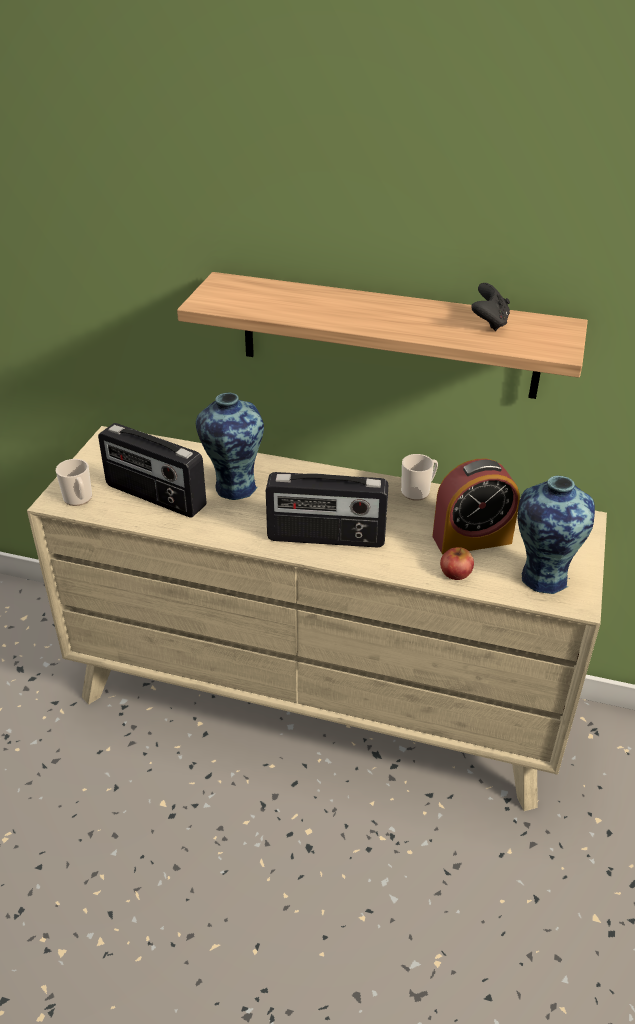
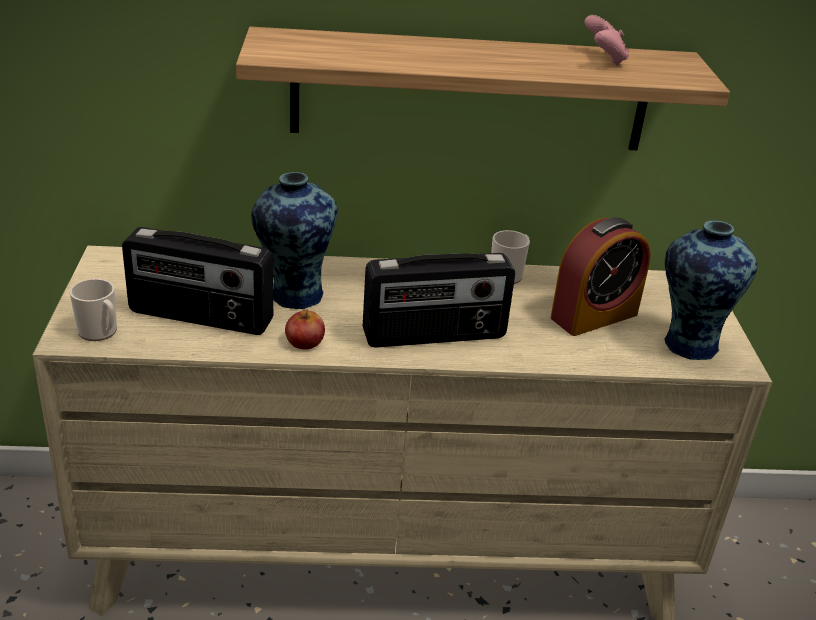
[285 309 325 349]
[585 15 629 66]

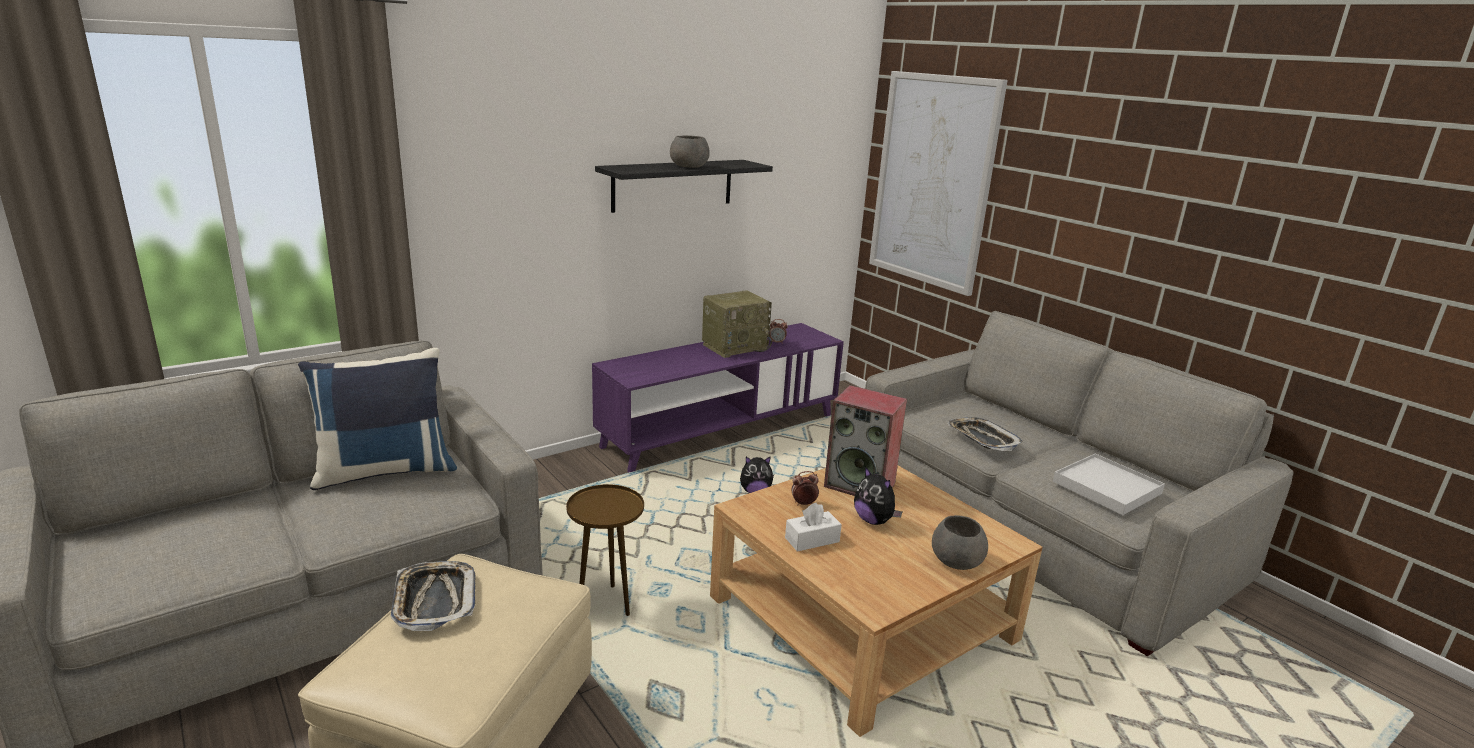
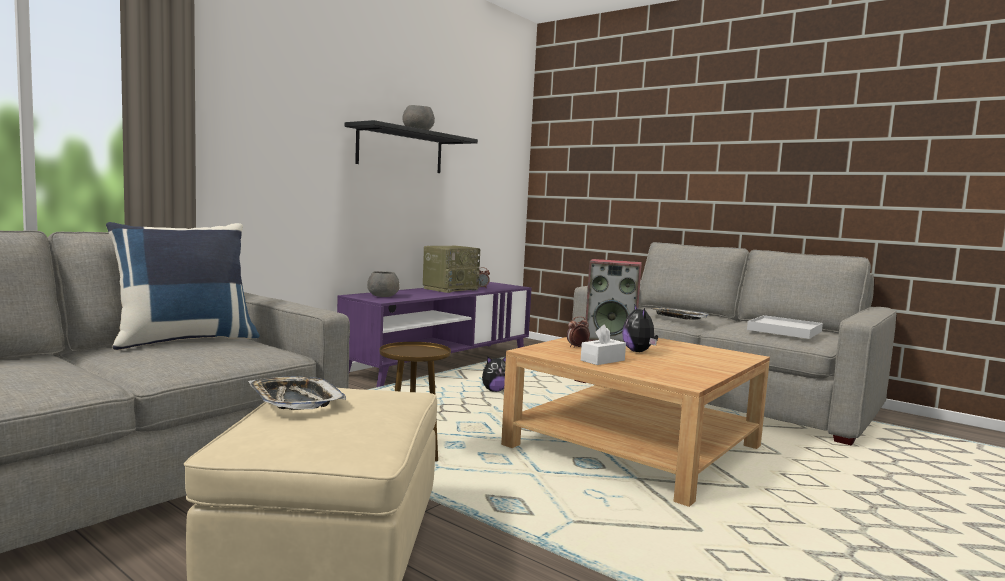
[367 271 399 297]
[622 304 658 352]
[869 71 1008 296] (first image)

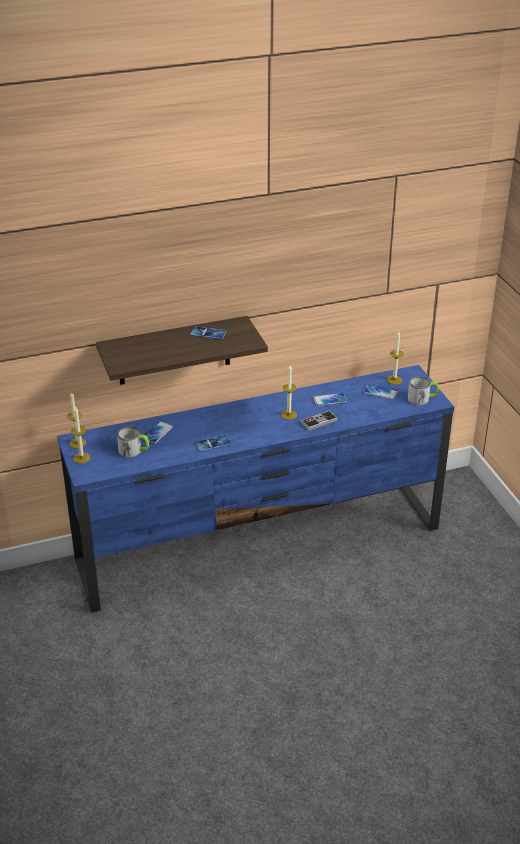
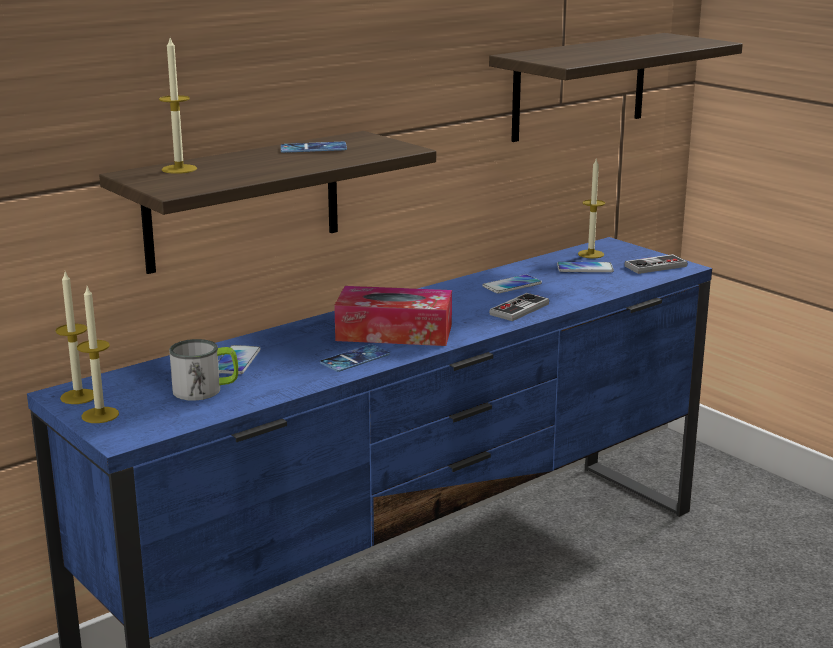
[159 38 197 174]
[334 286 452 346]
[489 33 743 142]
[624 254 688 274]

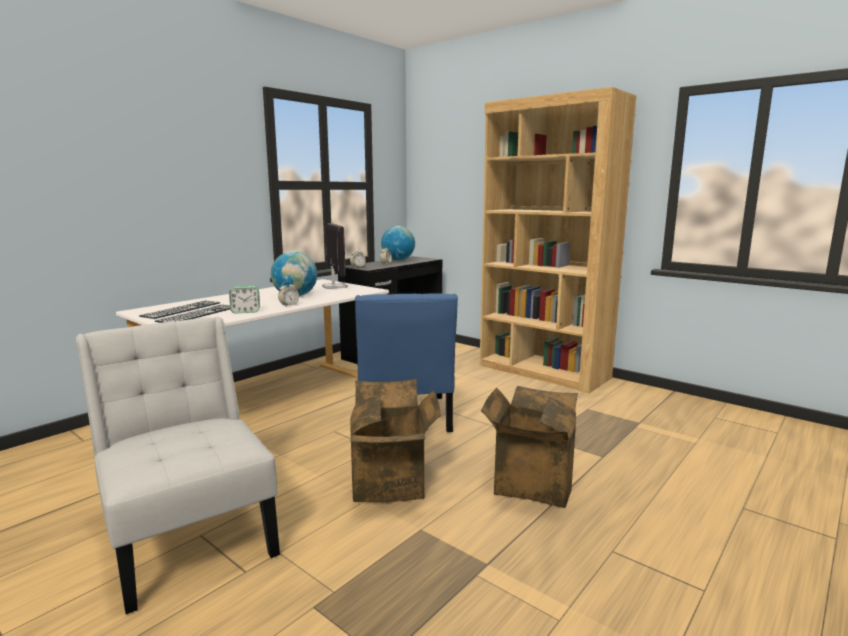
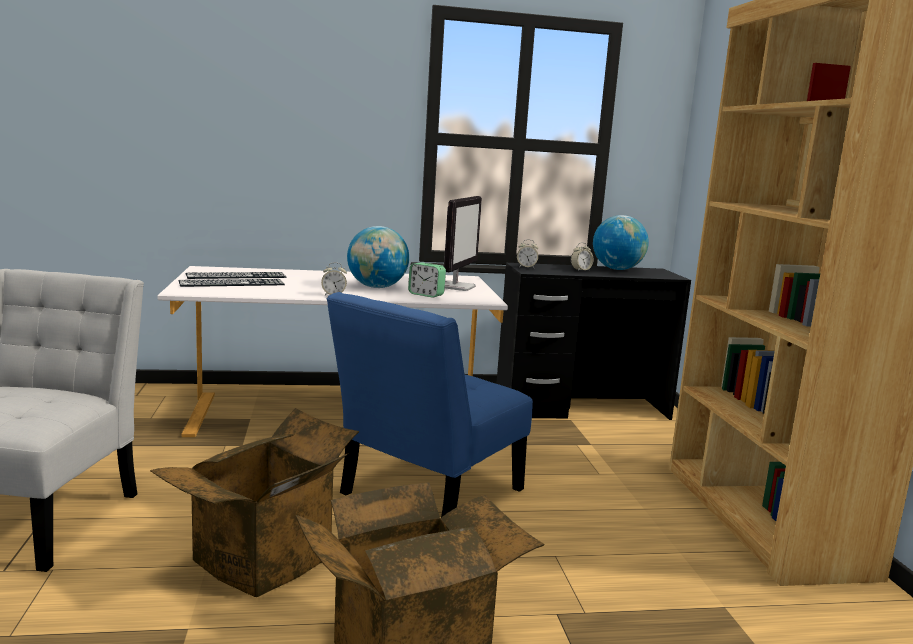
[408 262 446 298]

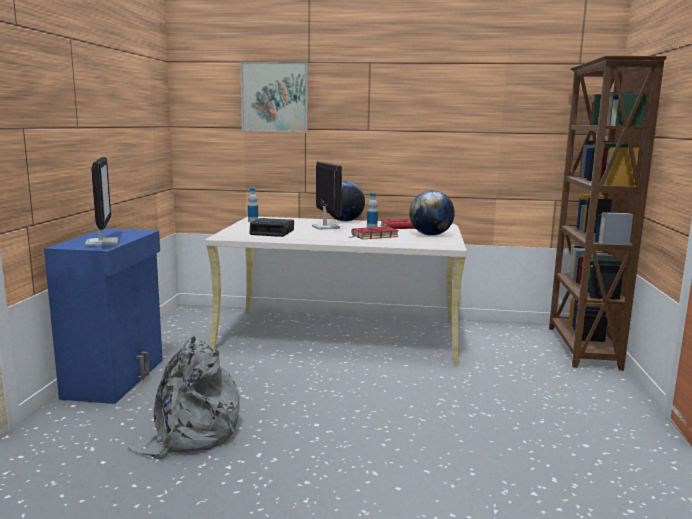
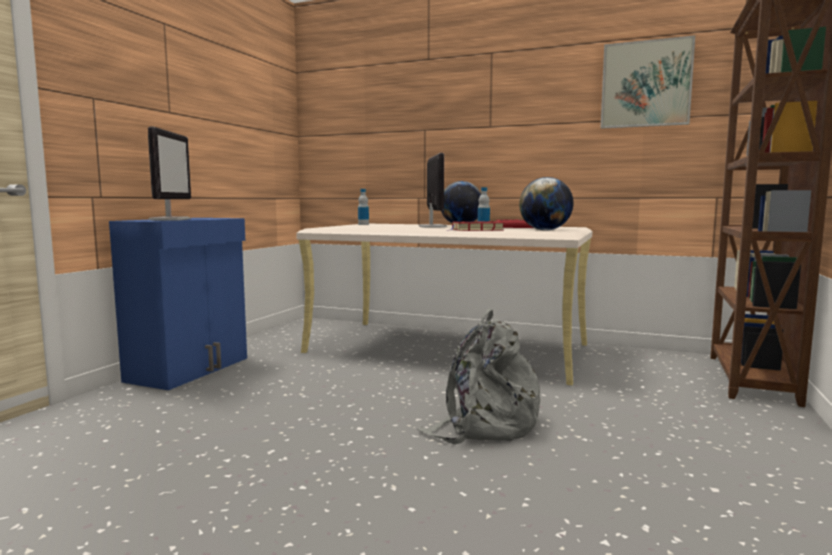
[417 308 540 444]
[601 35 695 129]
[249 218 294 237] (first image)

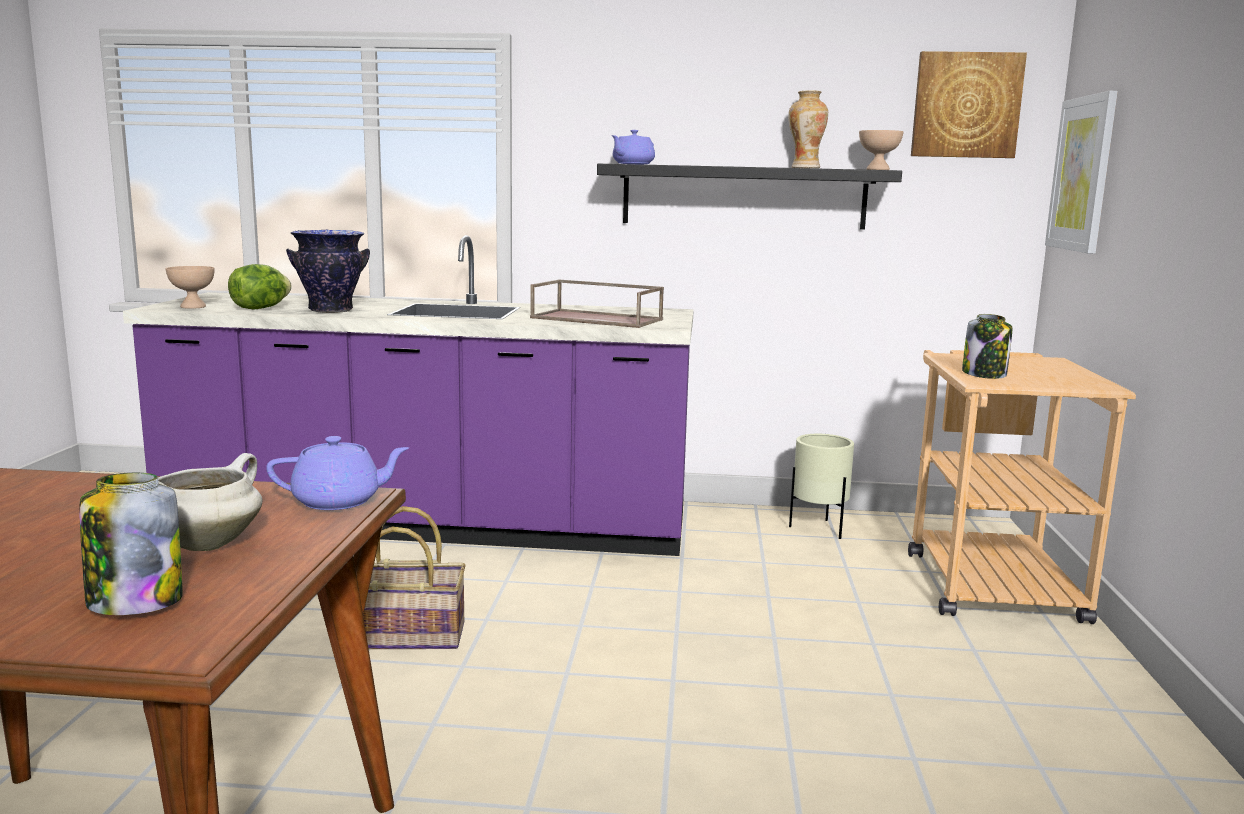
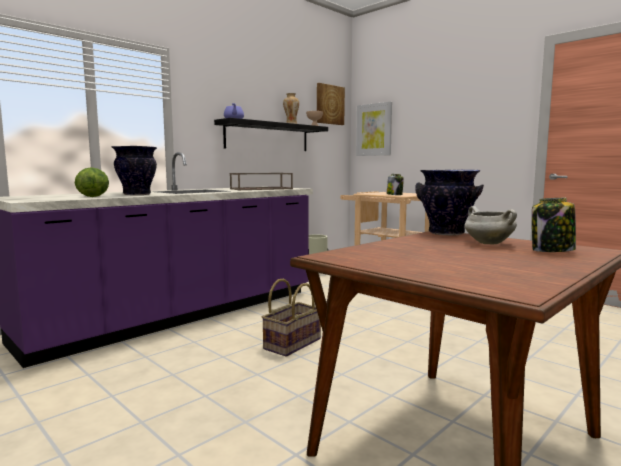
[415 170 484 236]
[166 266 215 309] (first image)

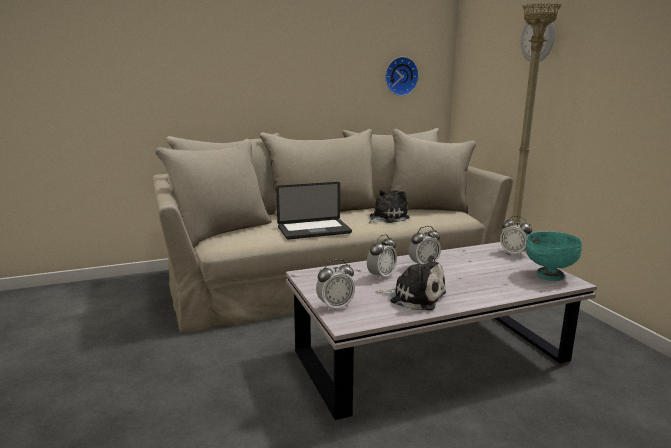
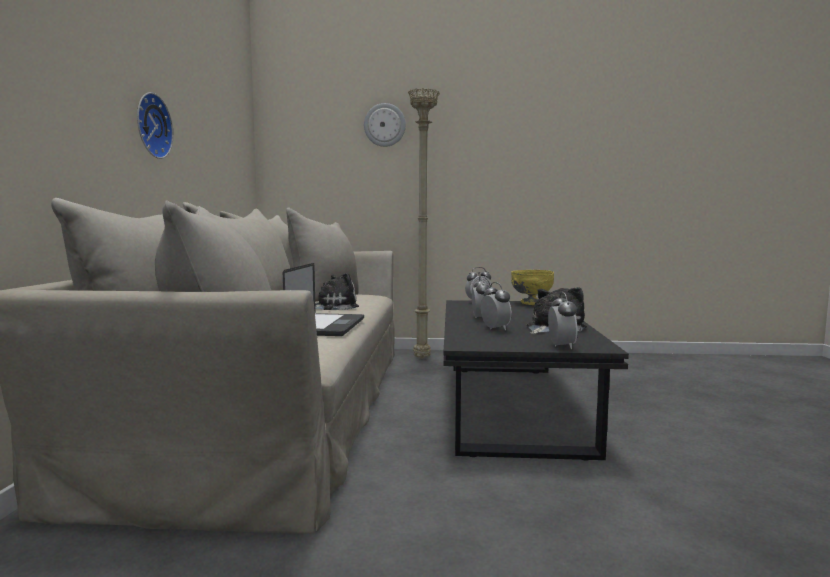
[137 92 173 159]
[315 273 359 310]
[443 300 629 461]
[511 270 554 305]

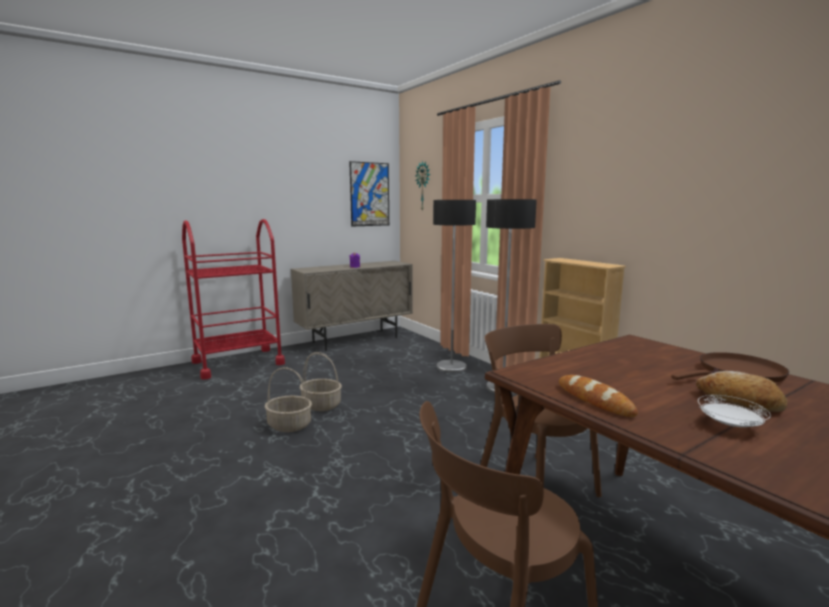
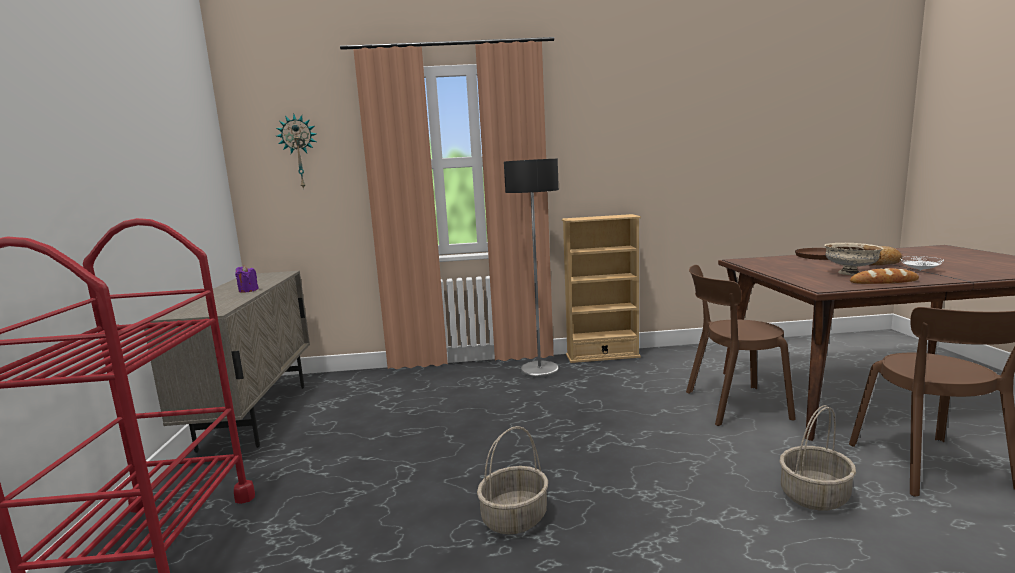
[780 405 856 511]
[824 243 883 275]
[349 161 389 226] (first image)
[433 200 476 373] (first image)

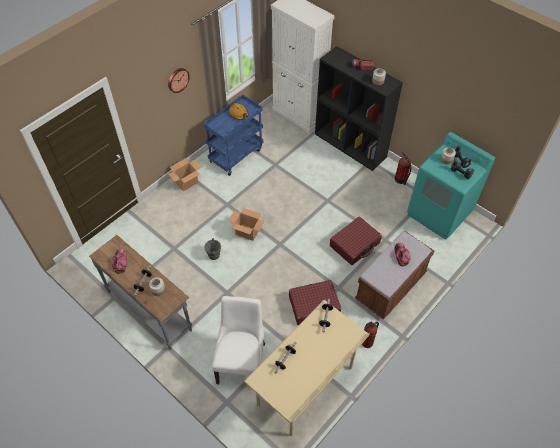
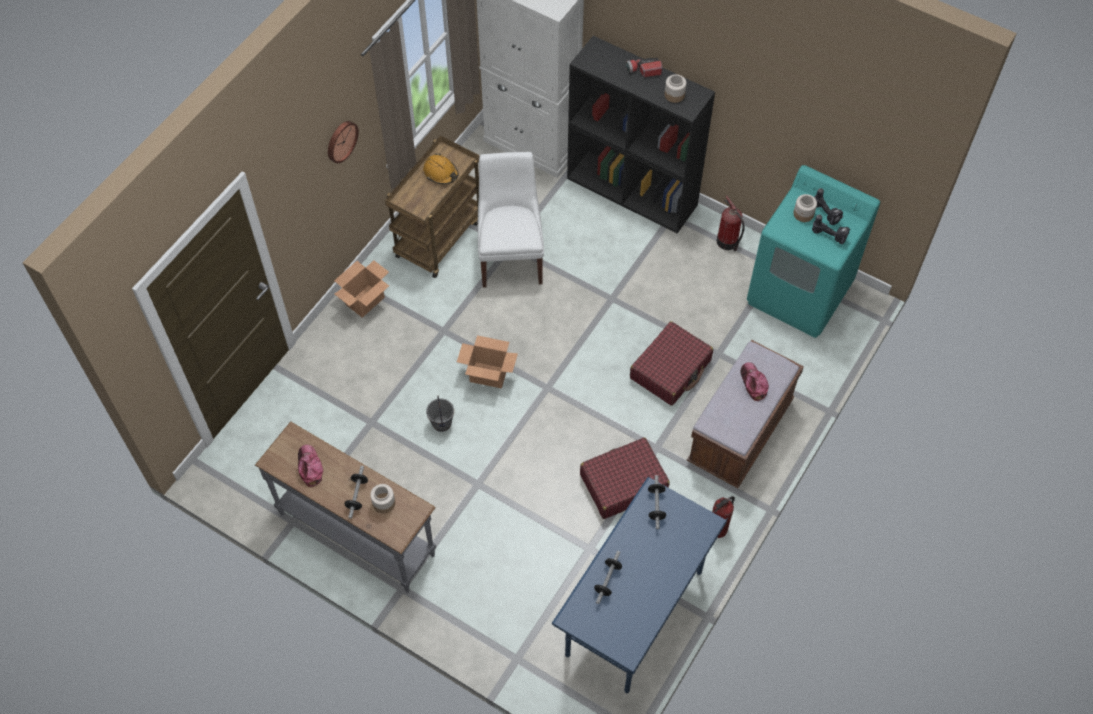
[385 136 480 278]
[478 152 544 288]
[552 477 728 693]

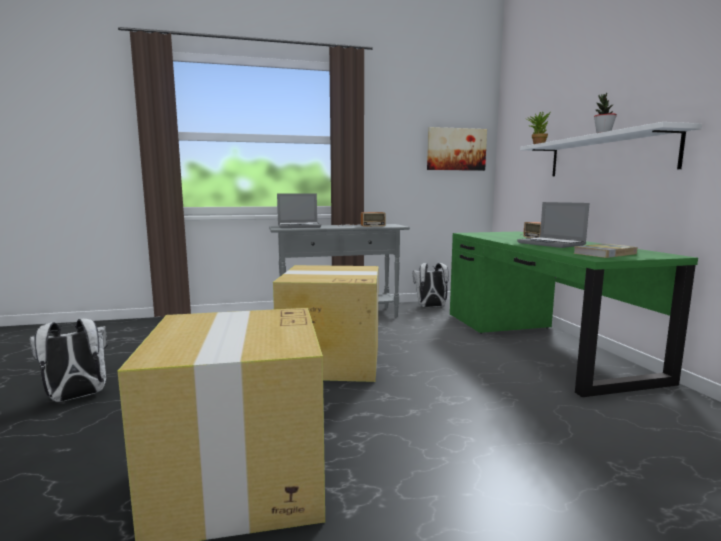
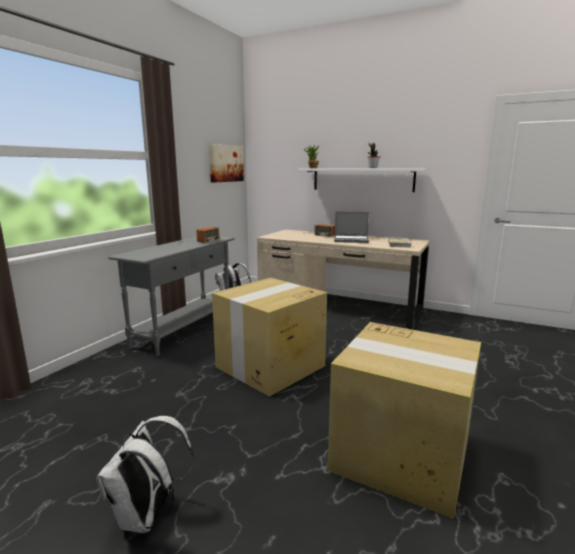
[257 230 430 329]
[277 194 321 228] (first image)

